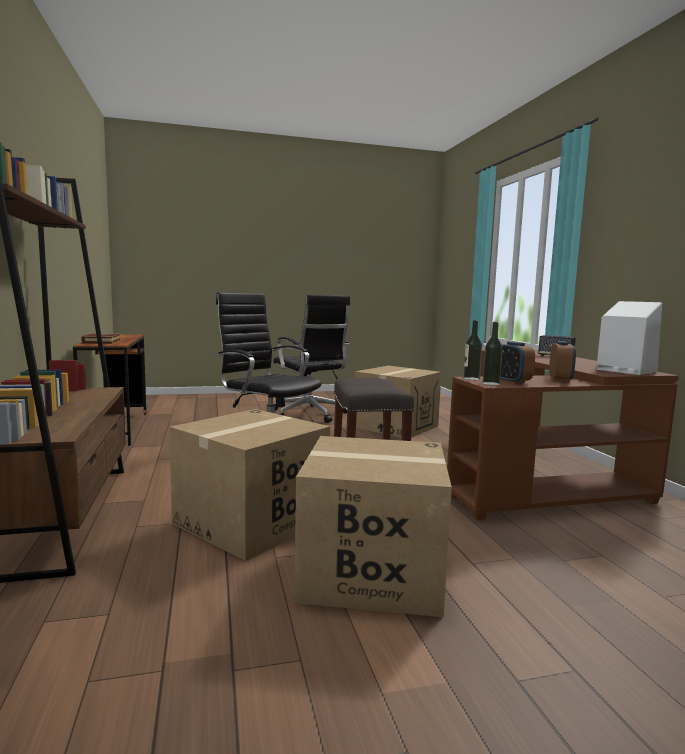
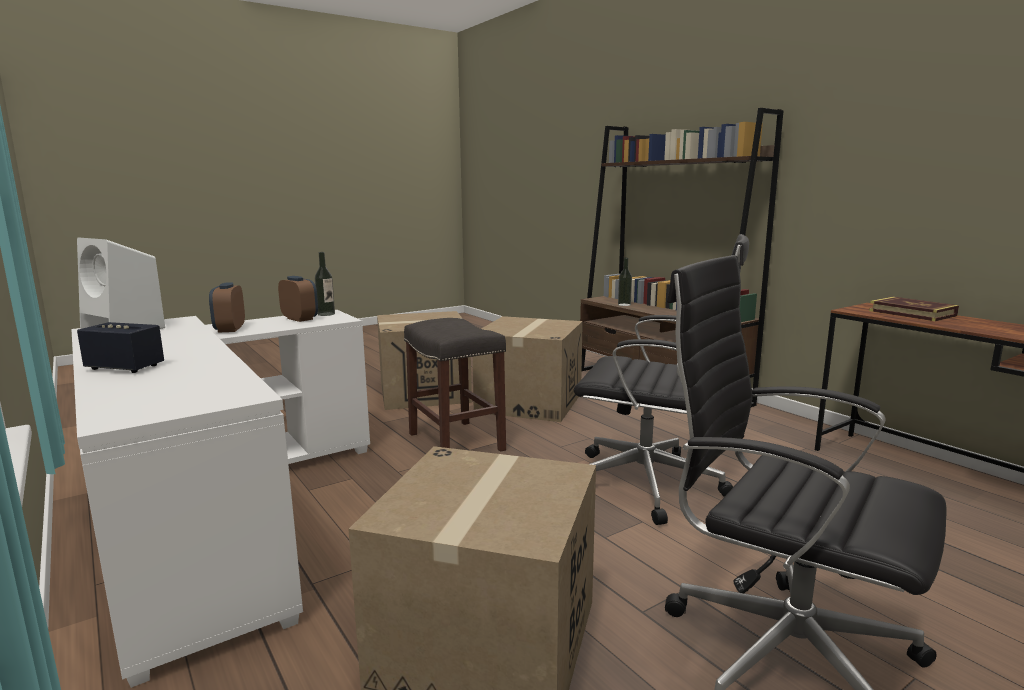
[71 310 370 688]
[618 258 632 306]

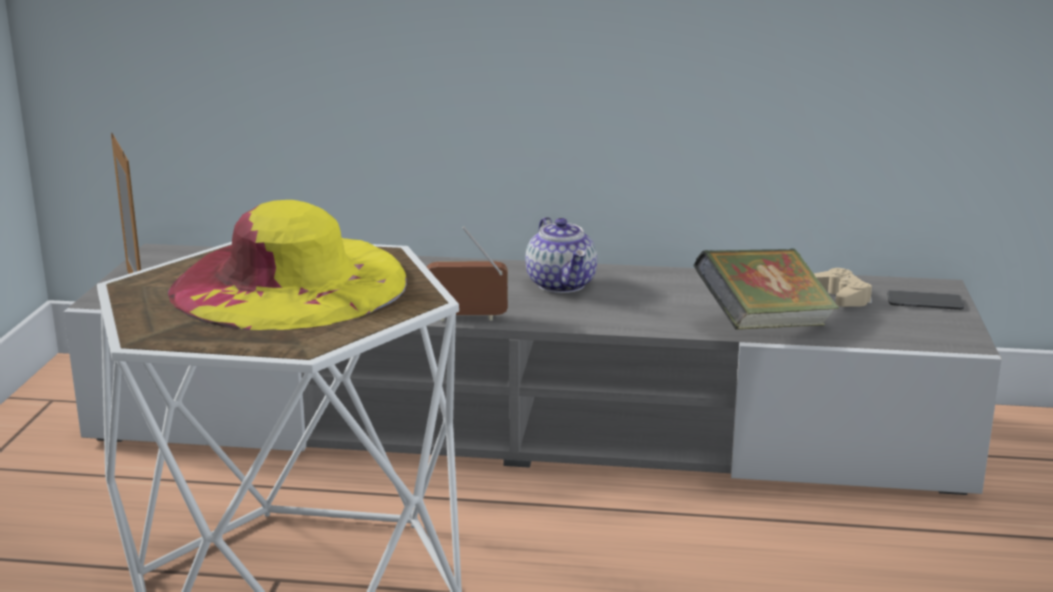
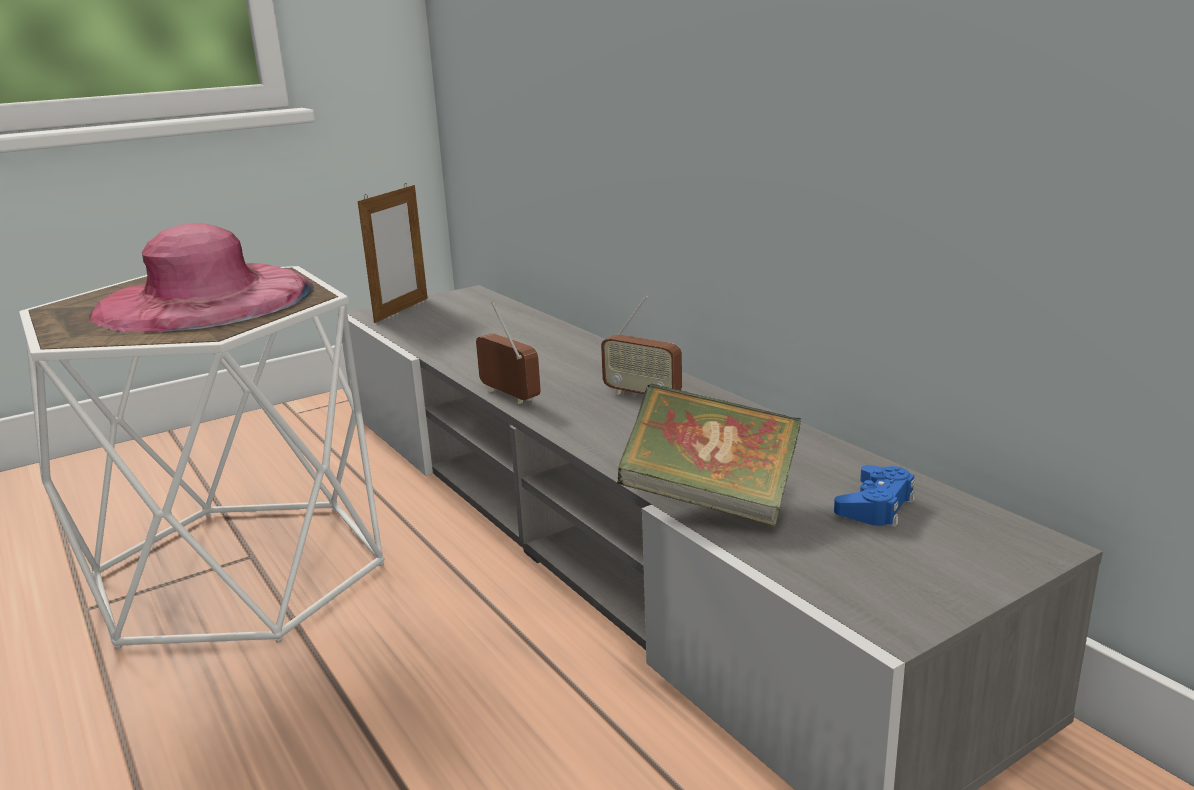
[89 223 313 332]
[601 296 682 395]
[834 465 915 527]
[887 290 964 310] (first image)

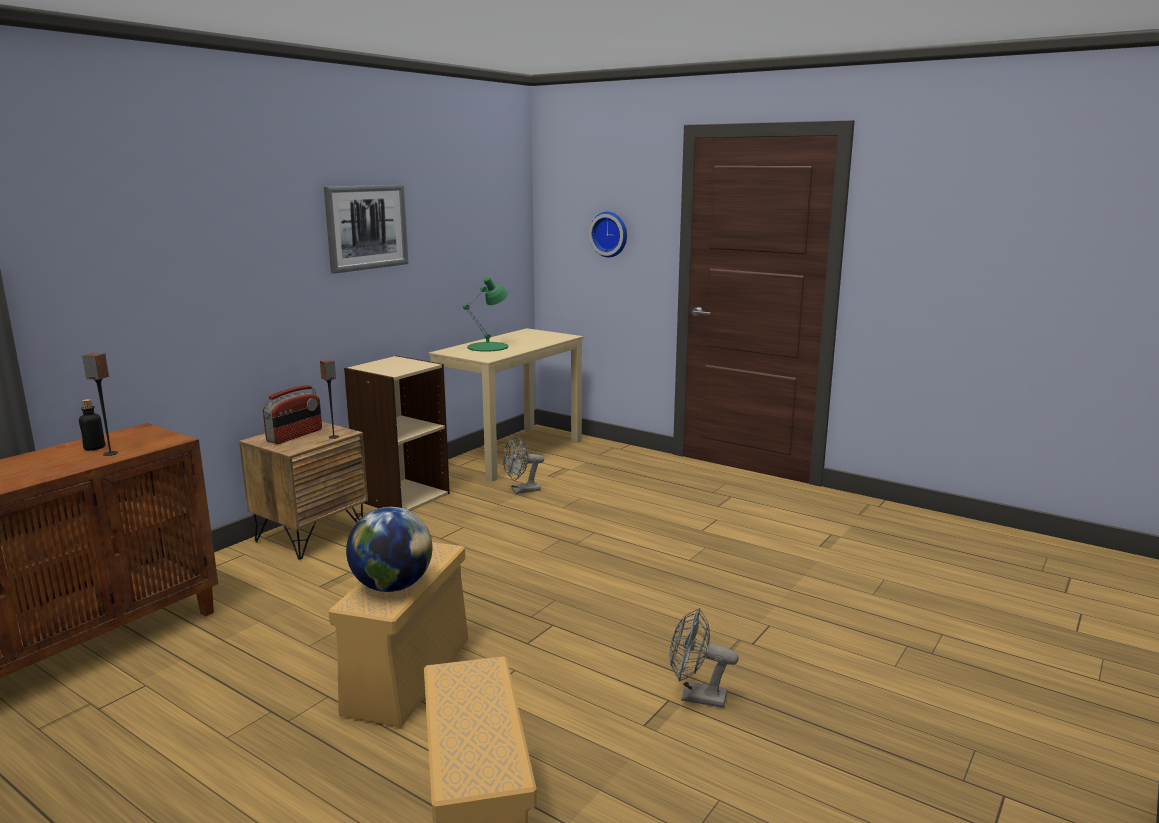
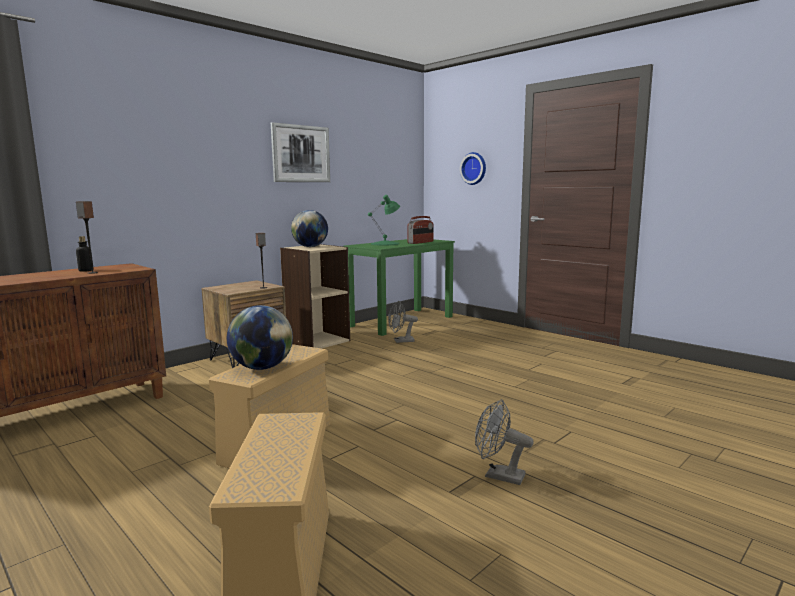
[291 210 328 247]
[343 239 455 336]
[407 216 434 244]

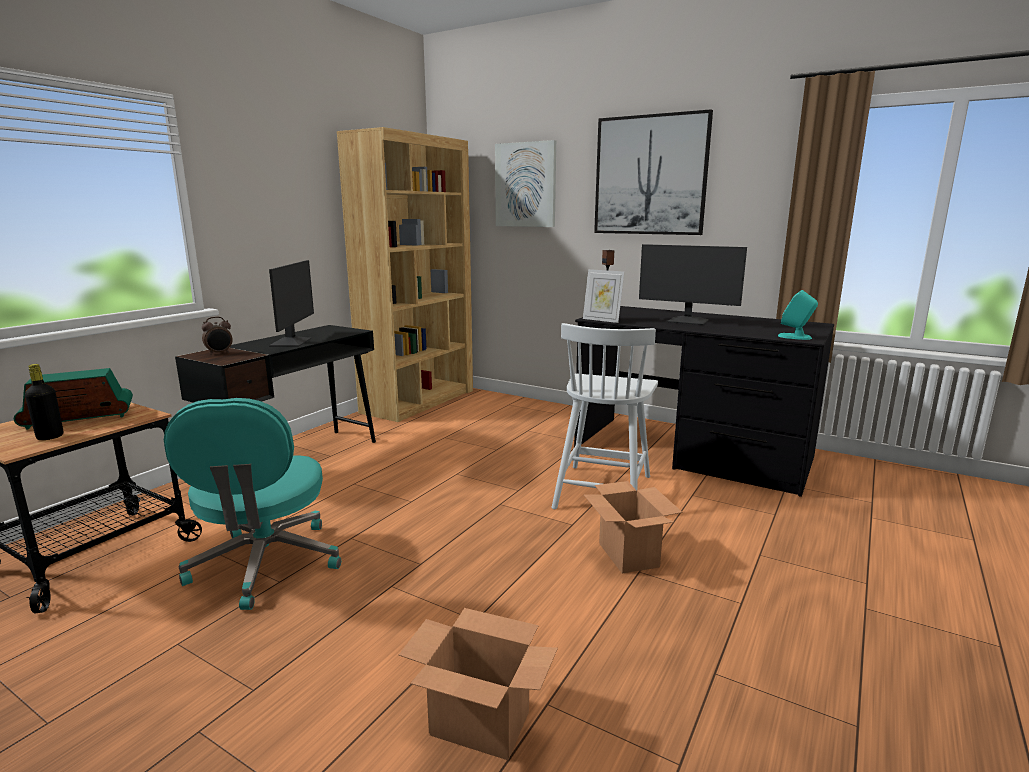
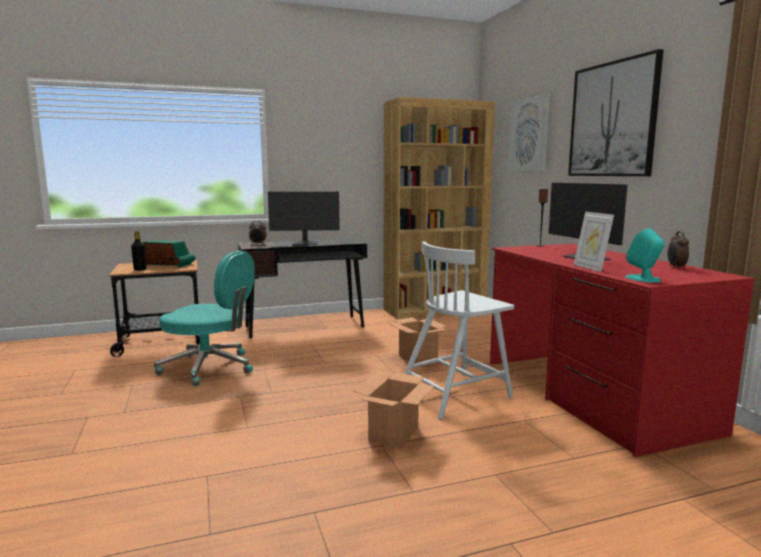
[154 251 255 386]
[268 192 340 245]
[389 317 448 364]
[490 244 755 457]
[574 211 614 272]
[667 231 689 269]

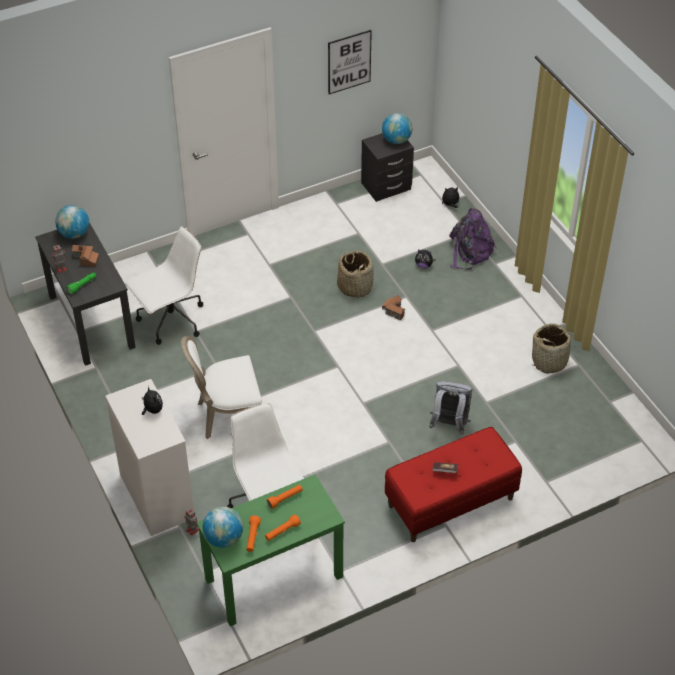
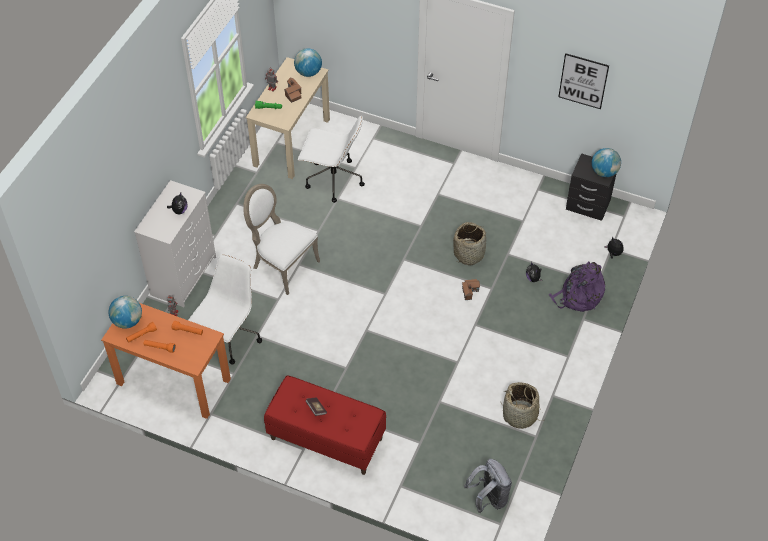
[101 303 231 419]
[246 57 330 179]
[464 459 512 513]

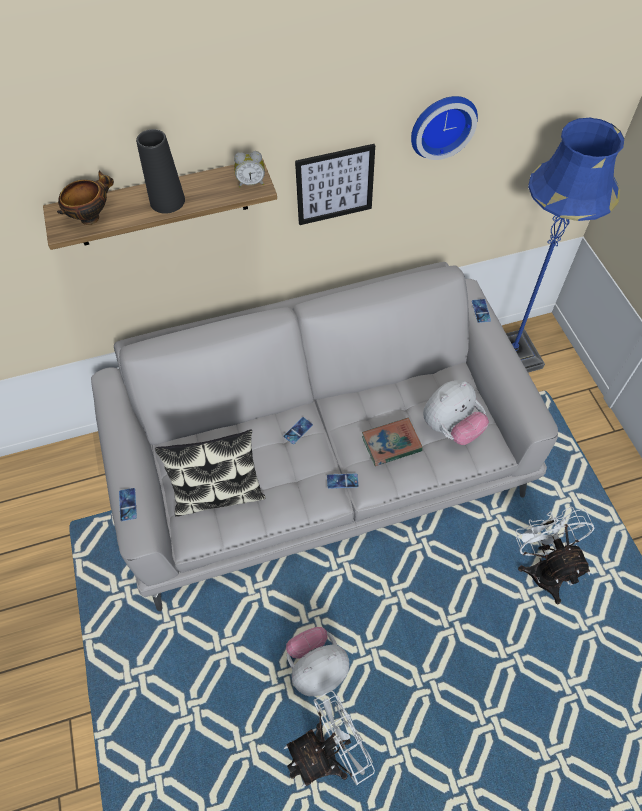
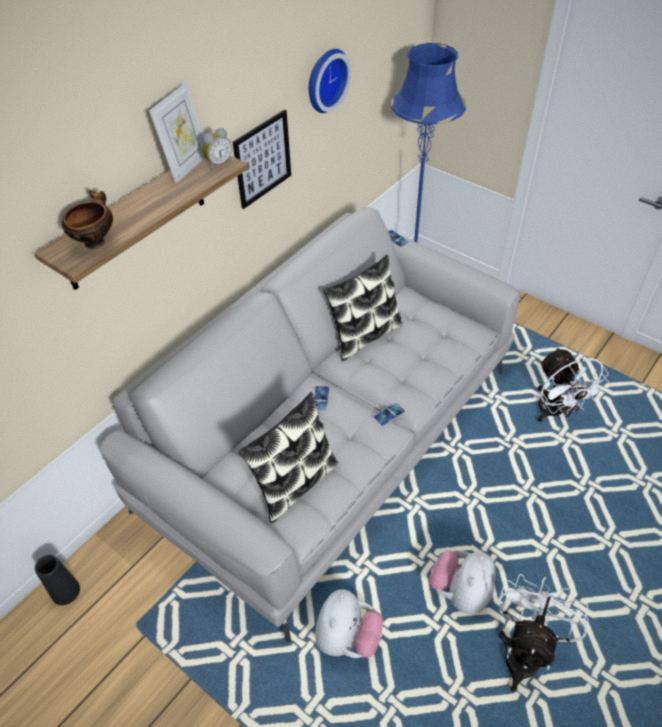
[35 555 80 605]
[149 82 204 184]
[315 589 383 658]
[323 254 403 361]
[537 347 610 422]
[119 488 137 521] (first image)
[362 418 423 466] (first image)

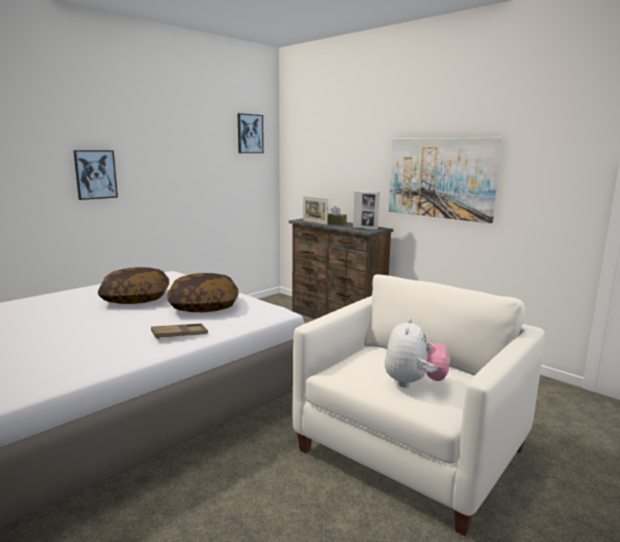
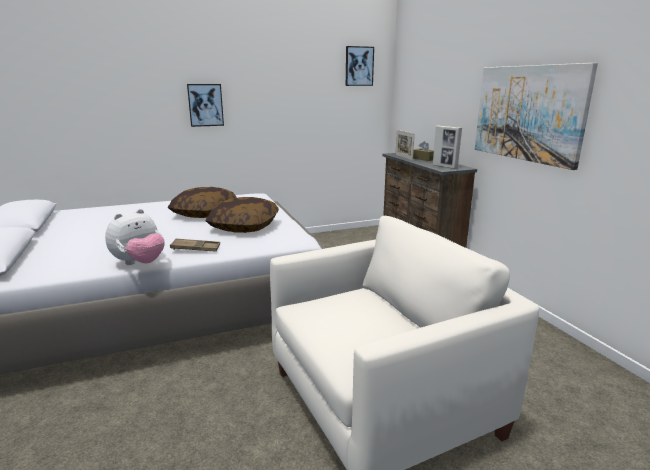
[105 209 165 265]

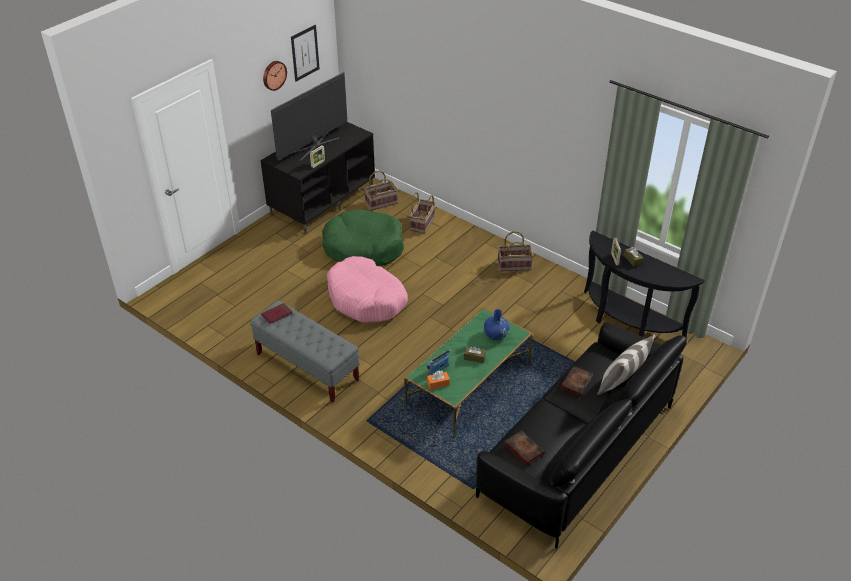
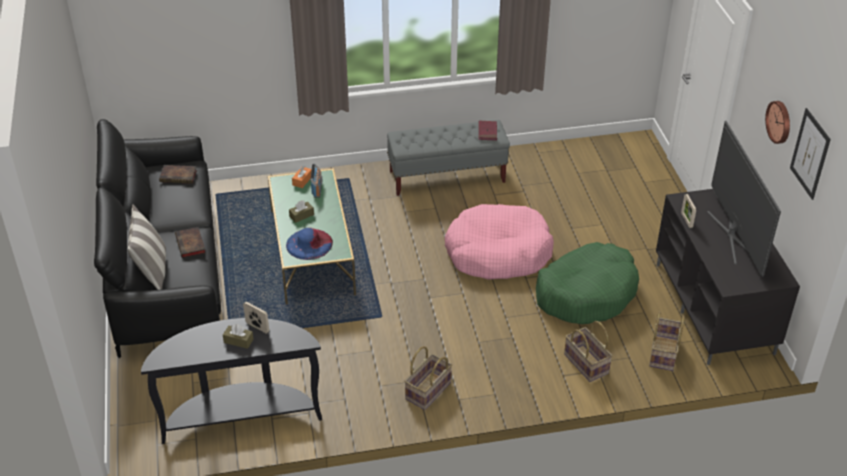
[286 228 333 260]

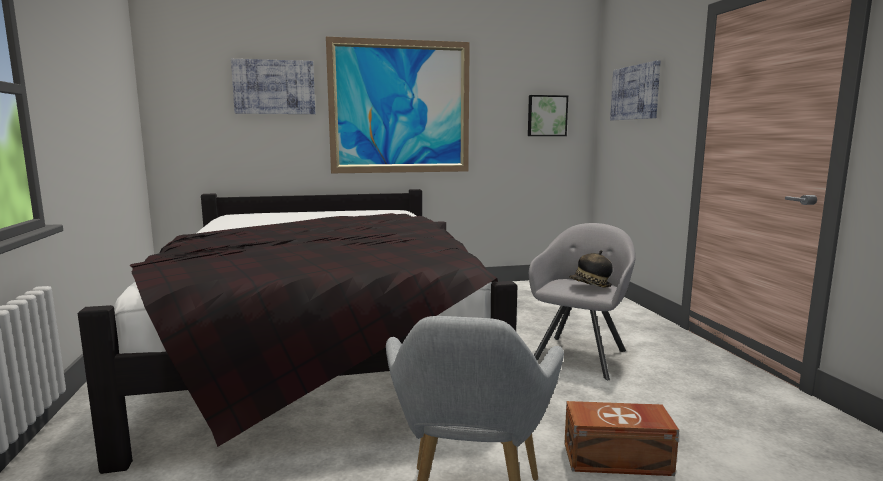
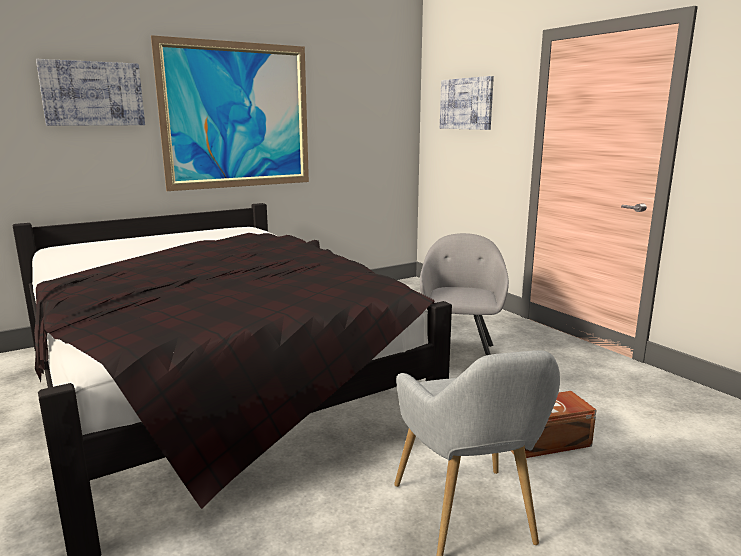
[528 95 568 136] (first image)
[569 250 613 287] (first image)

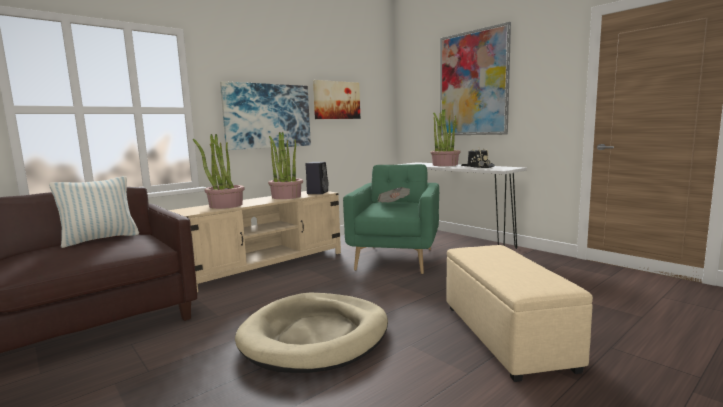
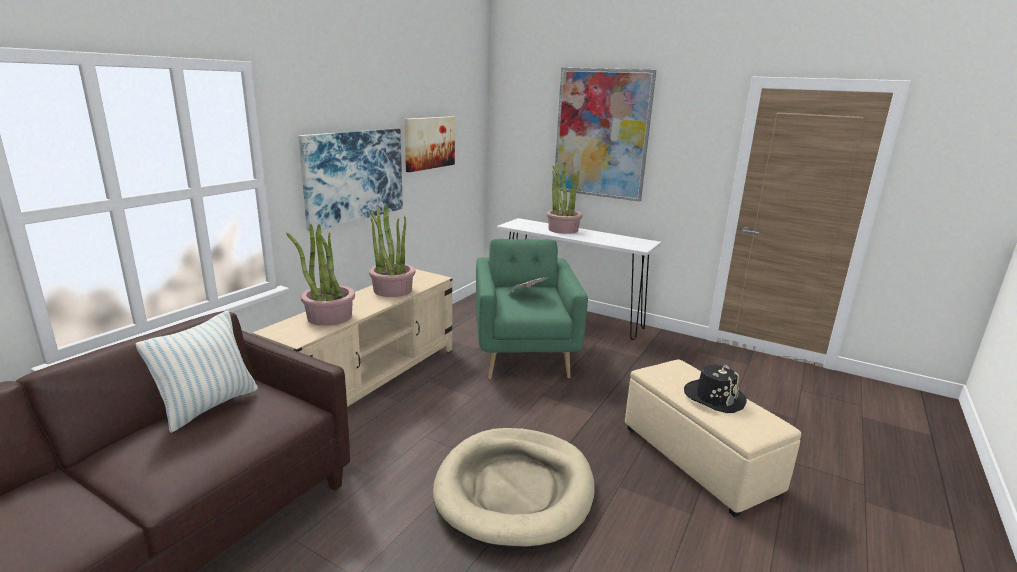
[684 365 747 413]
[306 162 328 194] (first image)

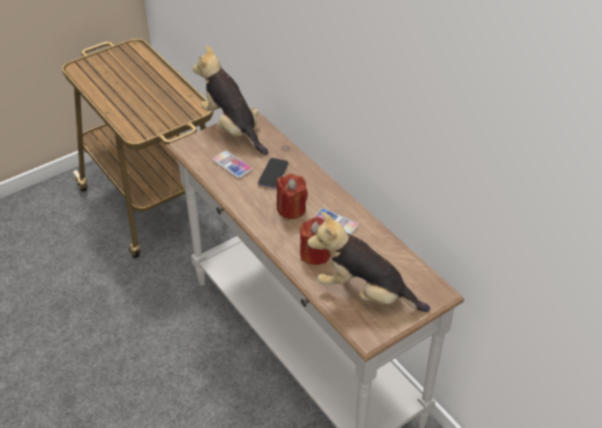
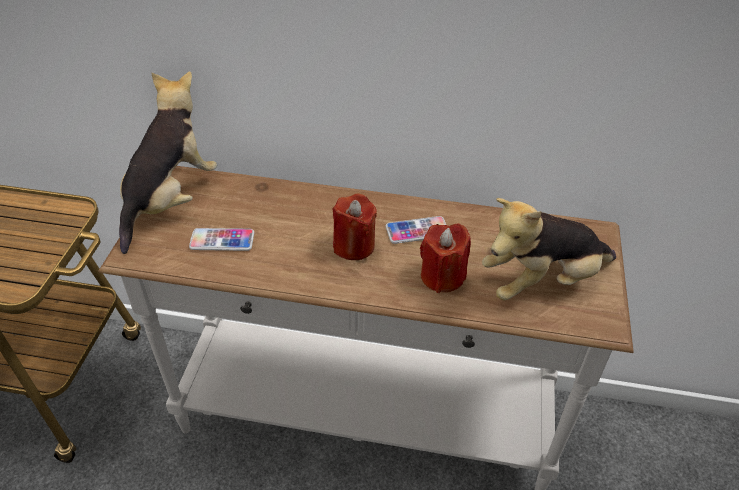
[119 71 217 254]
[258 158 288 188] (first image)

